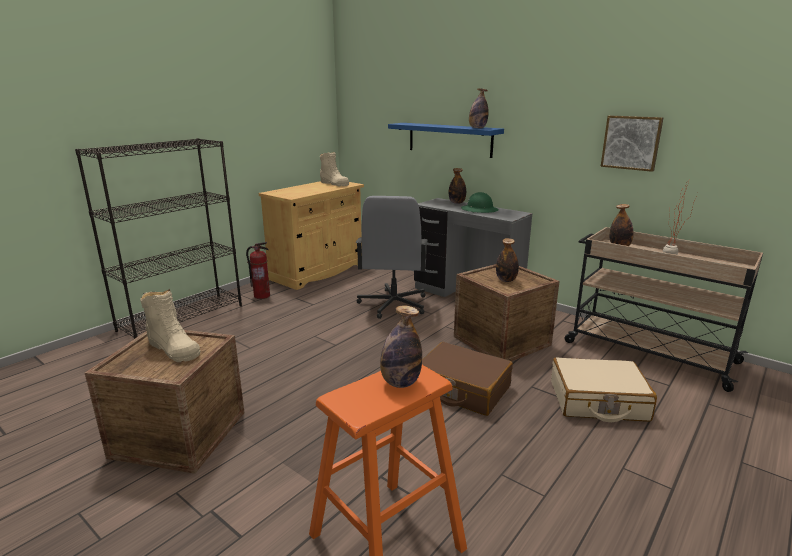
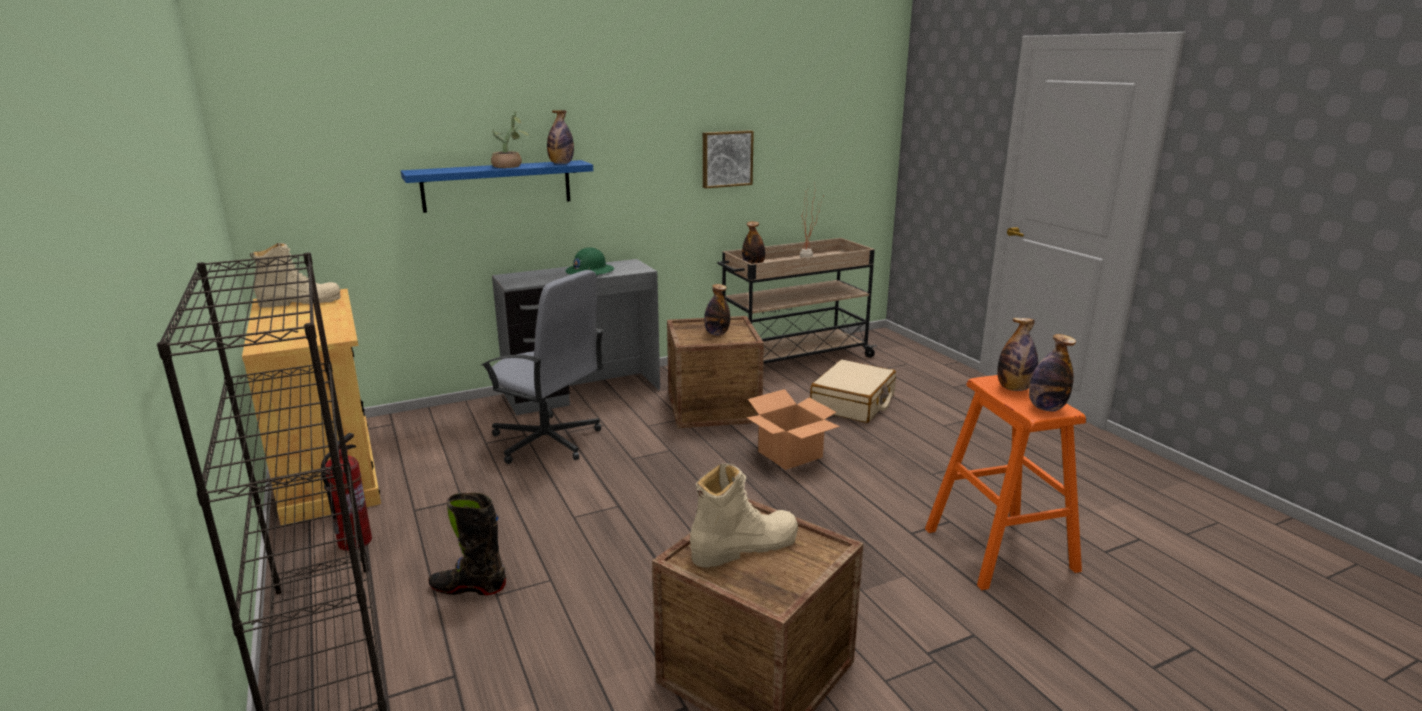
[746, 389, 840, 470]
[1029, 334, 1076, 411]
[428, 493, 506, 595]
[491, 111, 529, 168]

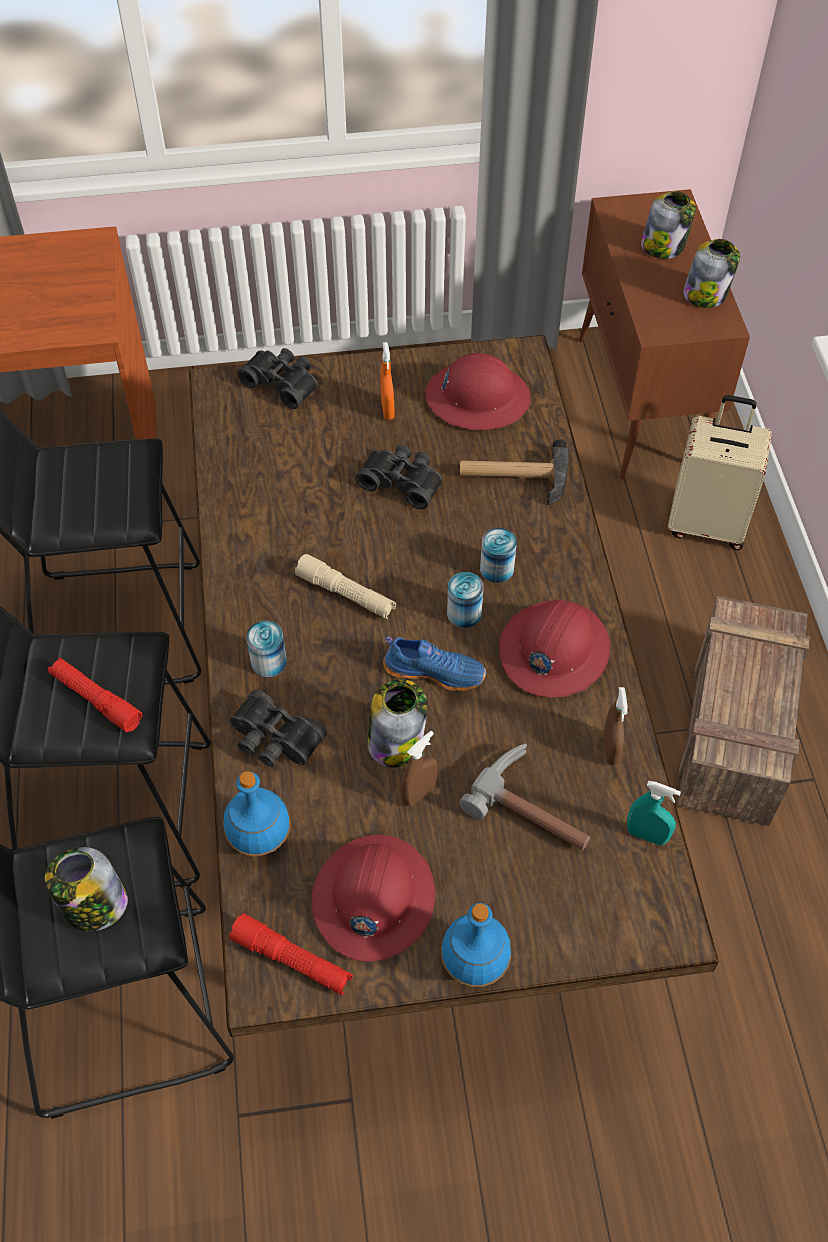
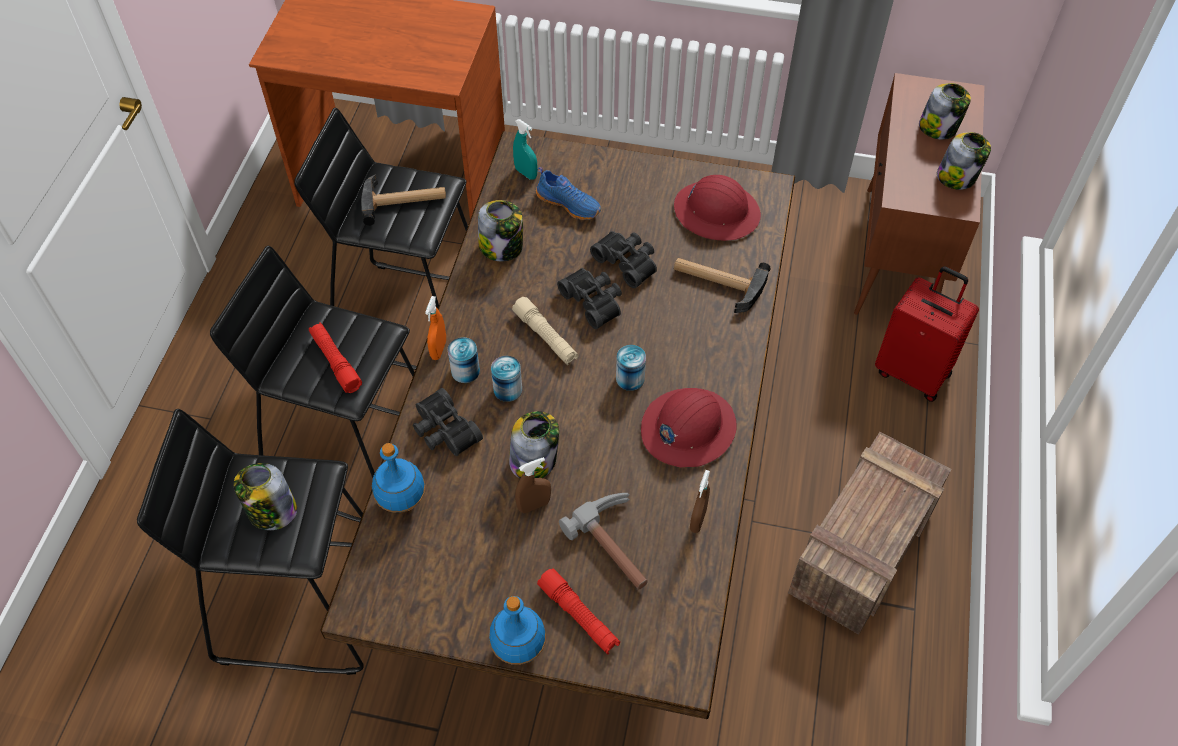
[537, 568, 620, 655]
[557, 268, 622, 329]
[312, 835, 435, 961] (first image)
[425, 296, 446, 360]
[536, 167, 601, 220]
[491, 356, 522, 402]
[513, 119, 537, 180]
[875, 266, 979, 402]
[361, 174, 446, 226]
[478, 200, 523, 261]

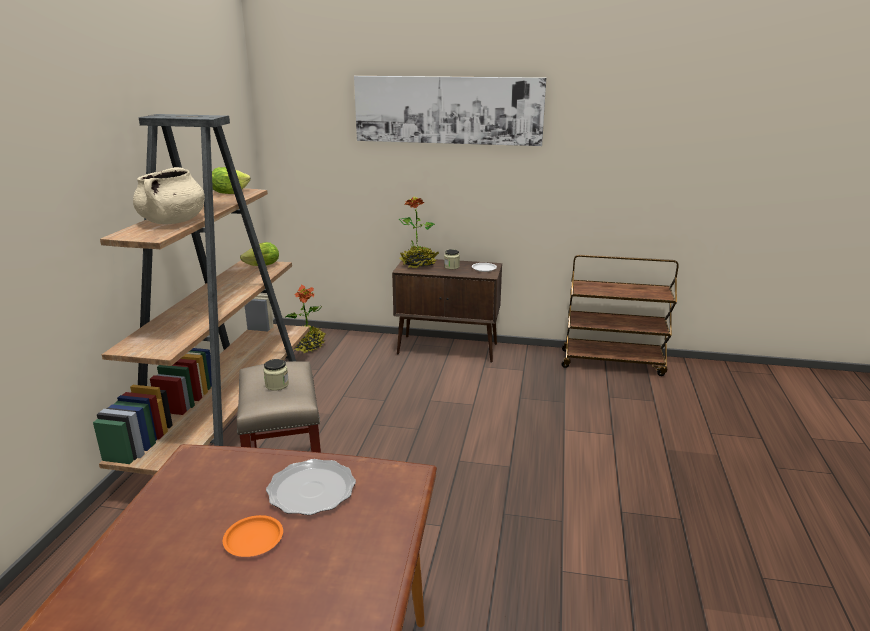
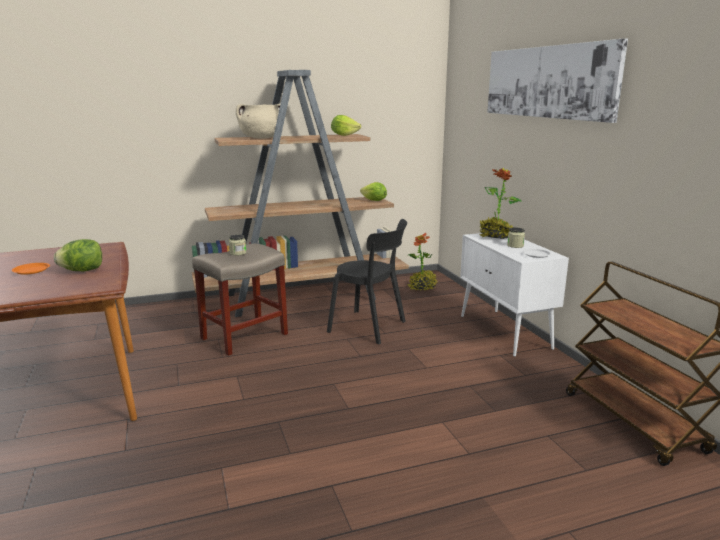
[54, 239, 102, 271]
[460, 233, 569, 357]
[327, 219, 407, 344]

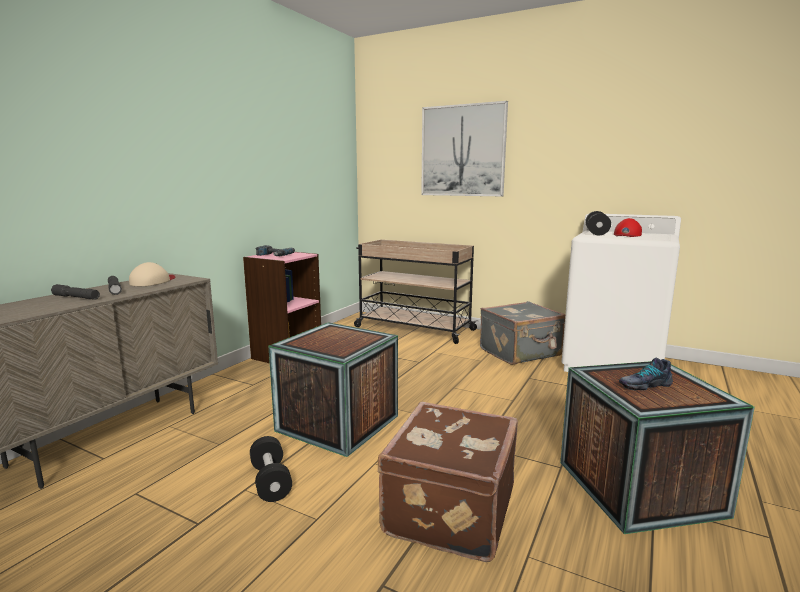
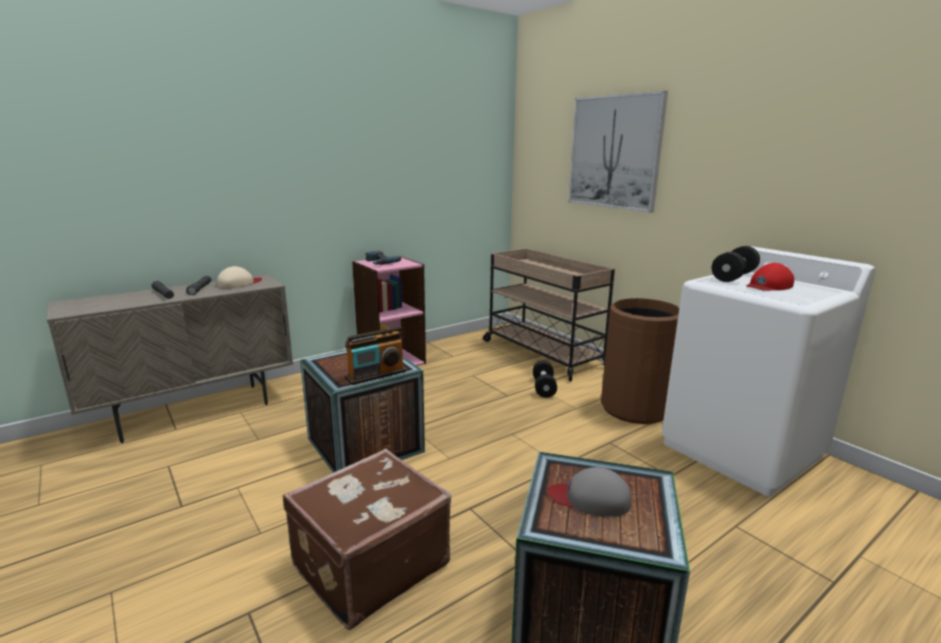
[533, 360, 557, 398]
[601, 298, 679, 424]
[548, 467, 632, 516]
[345, 326, 406, 385]

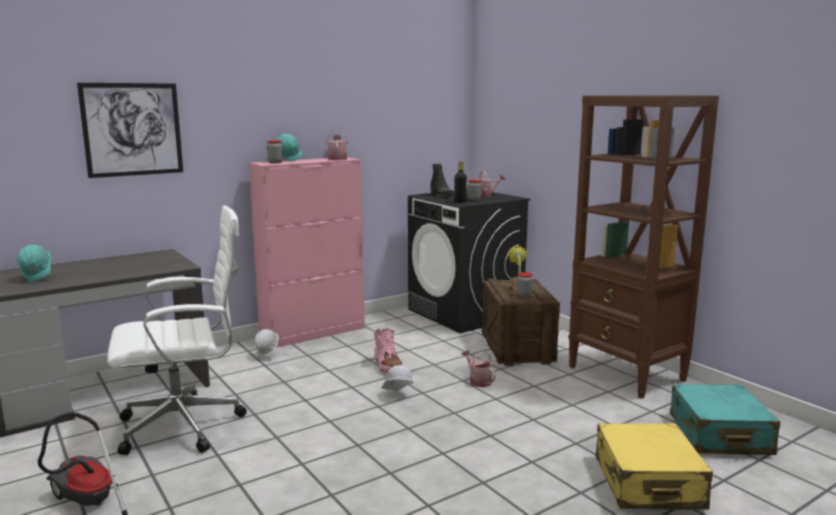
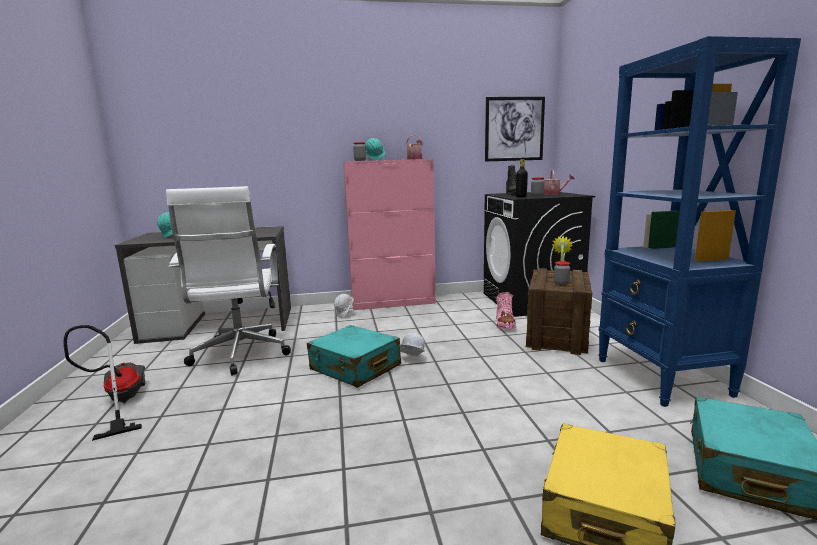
[485, 97, 545, 162]
[166, 186, 291, 376]
[495, 292, 516, 329]
[461, 350, 496, 387] (first image)
[598, 36, 801, 407]
[307, 325, 401, 388]

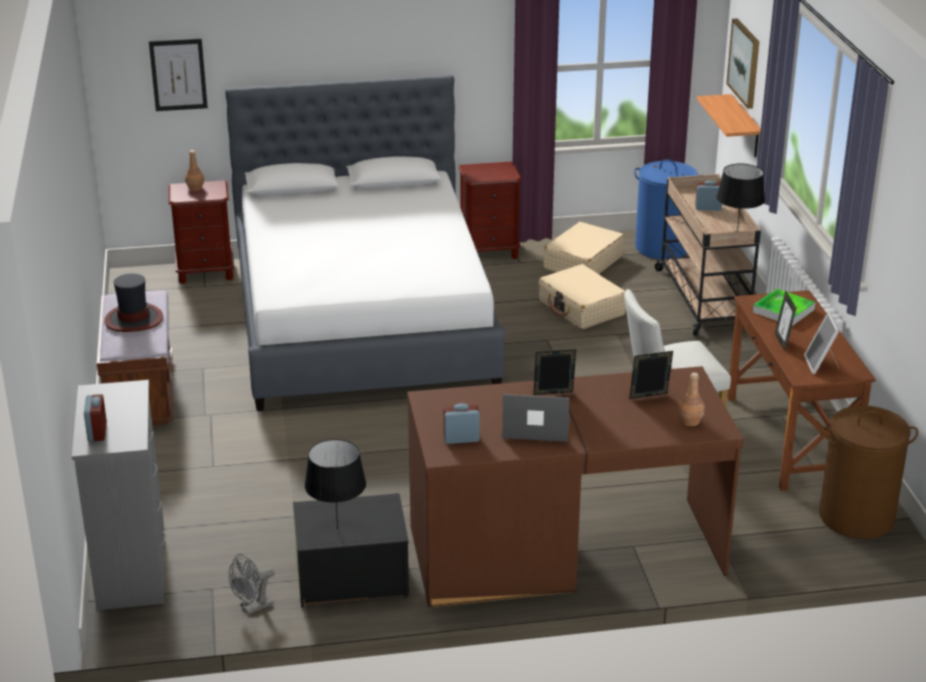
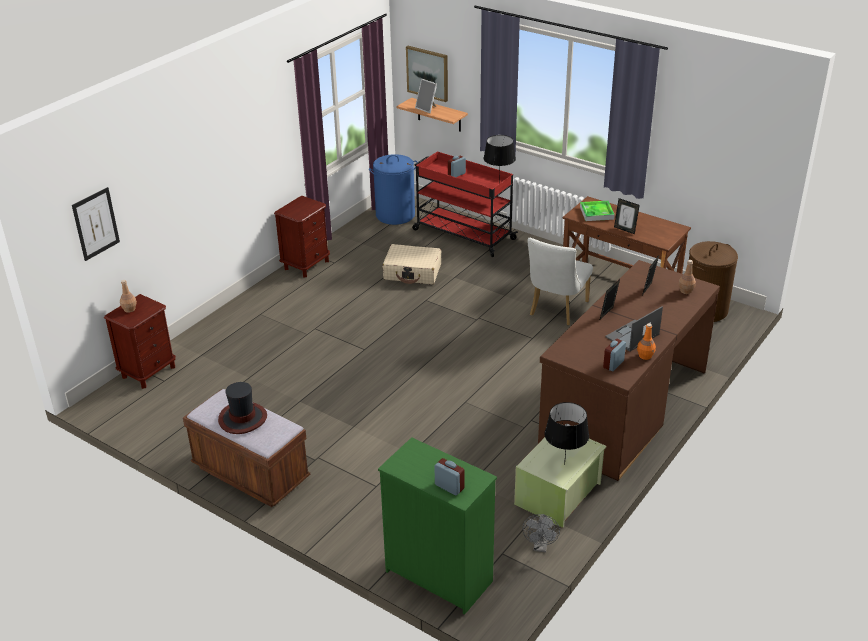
[378, 437, 497, 615]
[225, 75, 505, 411] (first image)
[514, 437, 606, 528]
[544, 222, 624, 274] (first image)
[412, 151, 518, 257]
[415, 79, 437, 113]
[637, 323, 656, 360]

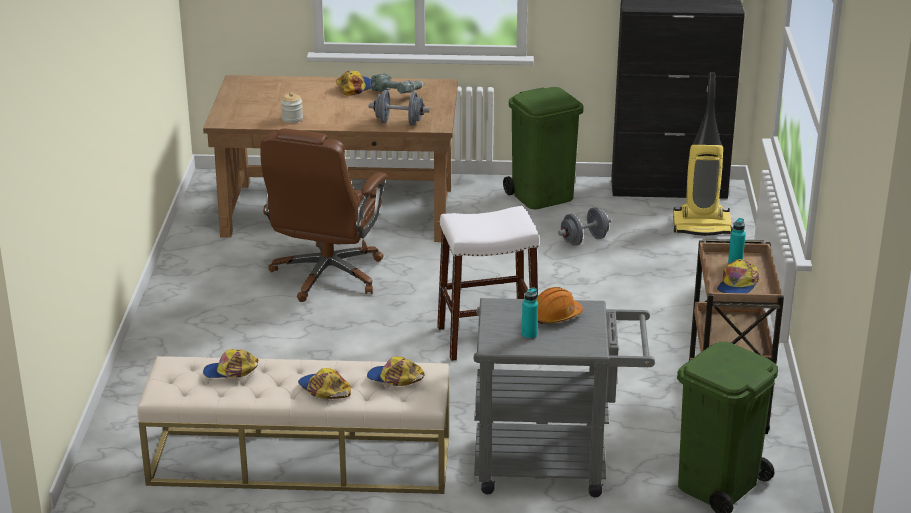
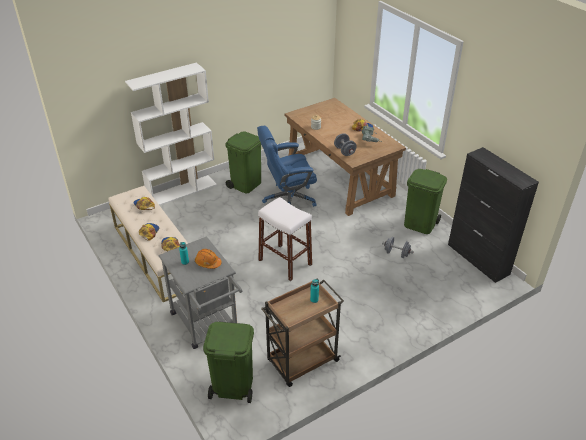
[257, 126, 317, 207]
[673, 72, 733, 236] (first image)
[717, 259, 759, 293] (first image)
[125, 62, 217, 206]
[225, 131, 261, 193]

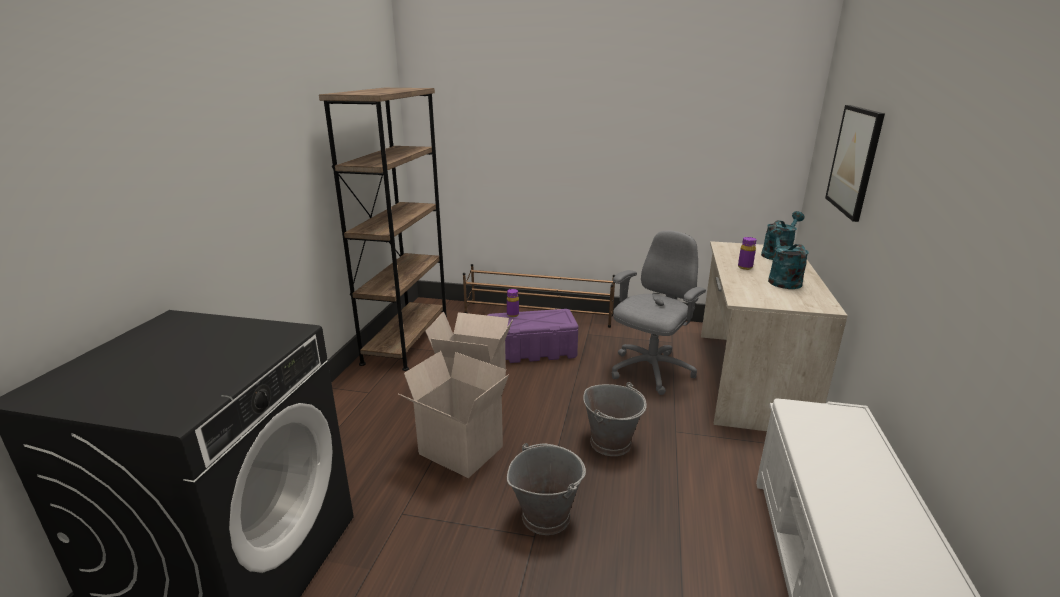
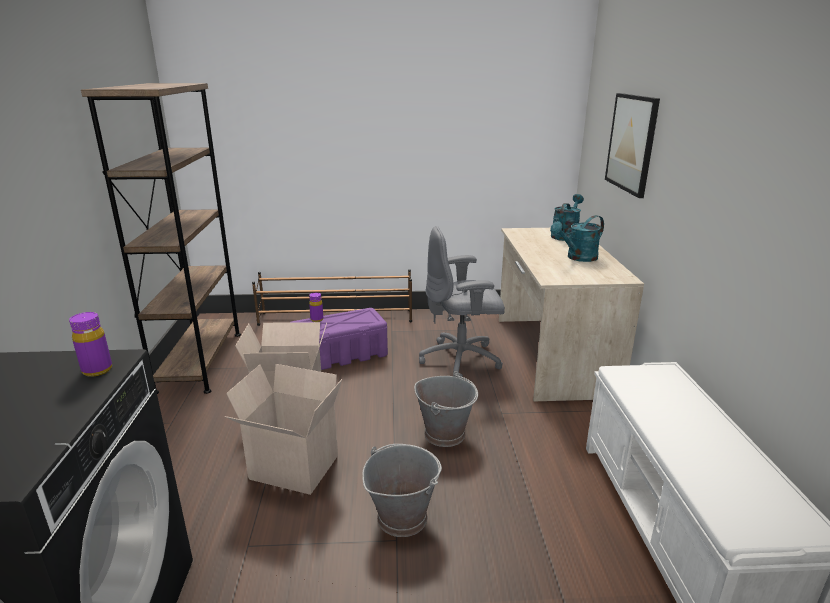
[419, 226, 505, 379]
[69, 312, 112, 377]
[550, 215, 604, 262]

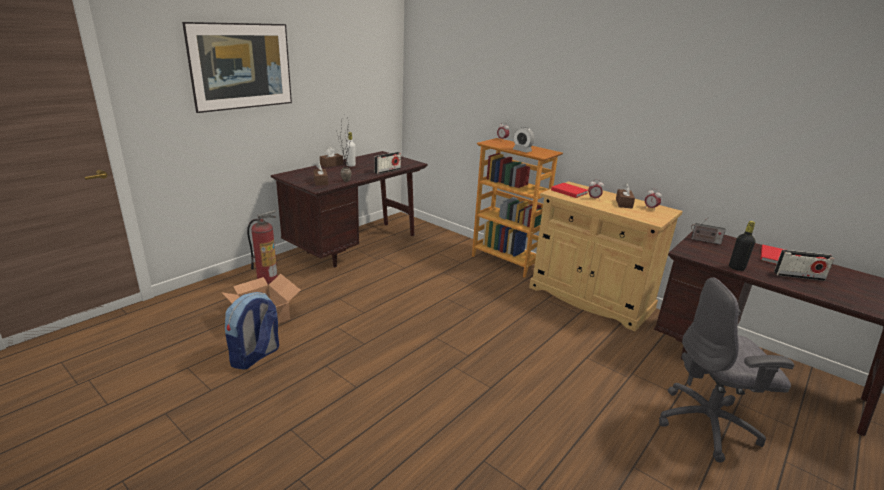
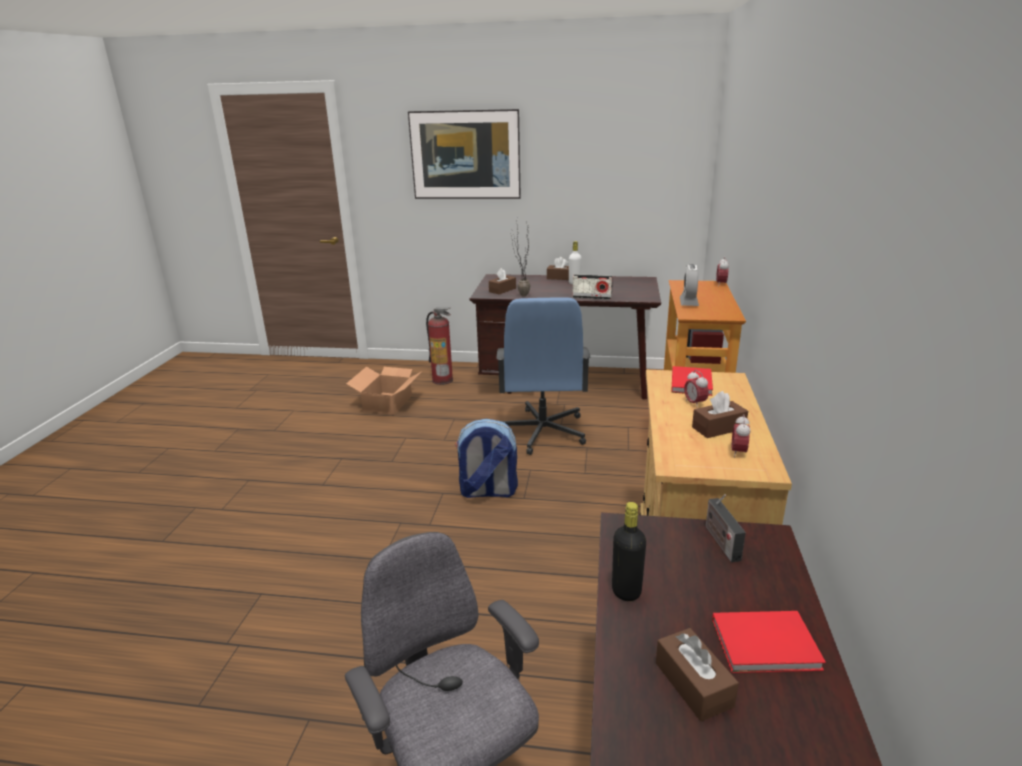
[455, 419, 518, 498]
[656, 628, 739, 721]
[496, 297, 590, 455]

